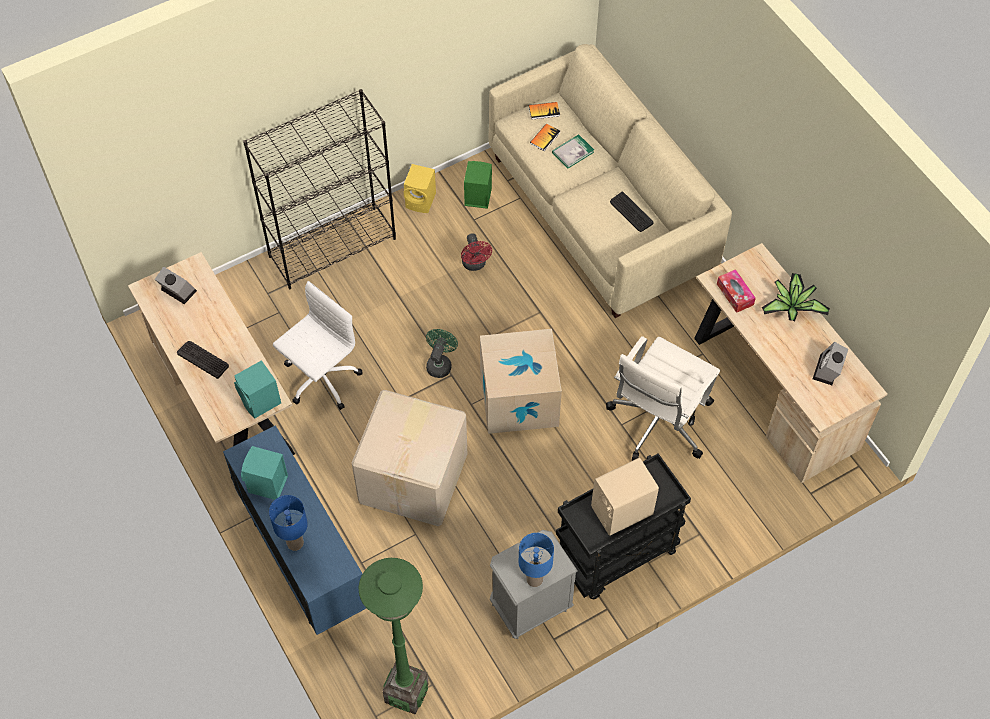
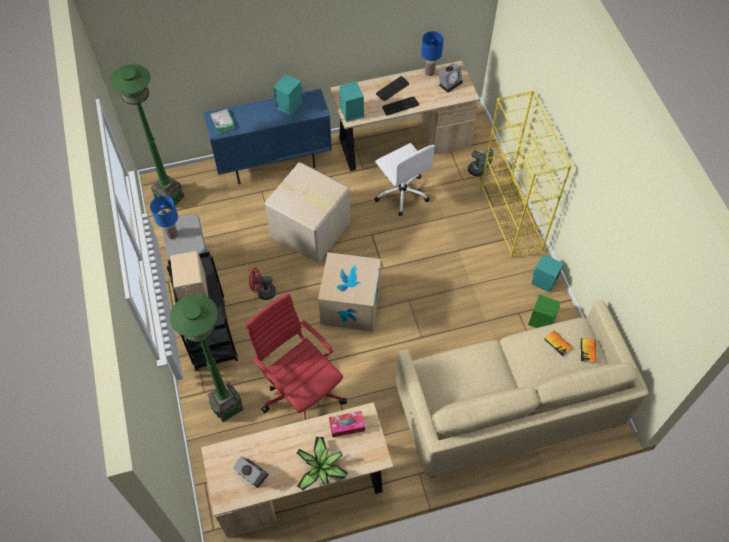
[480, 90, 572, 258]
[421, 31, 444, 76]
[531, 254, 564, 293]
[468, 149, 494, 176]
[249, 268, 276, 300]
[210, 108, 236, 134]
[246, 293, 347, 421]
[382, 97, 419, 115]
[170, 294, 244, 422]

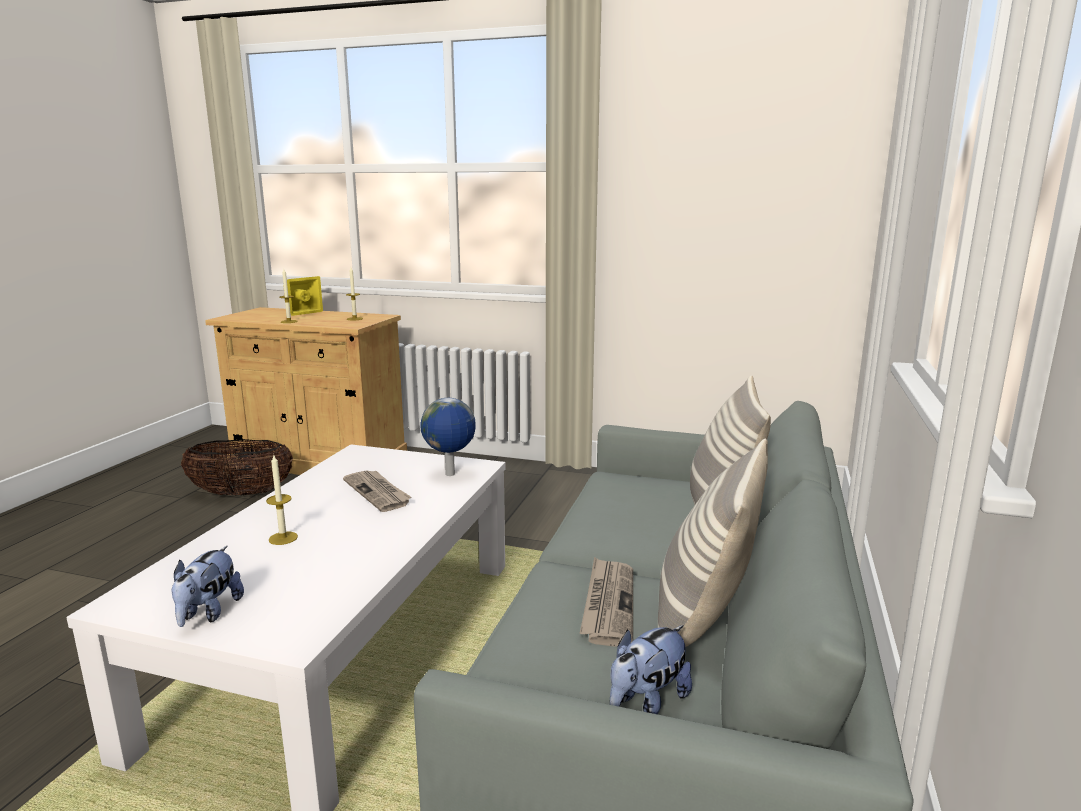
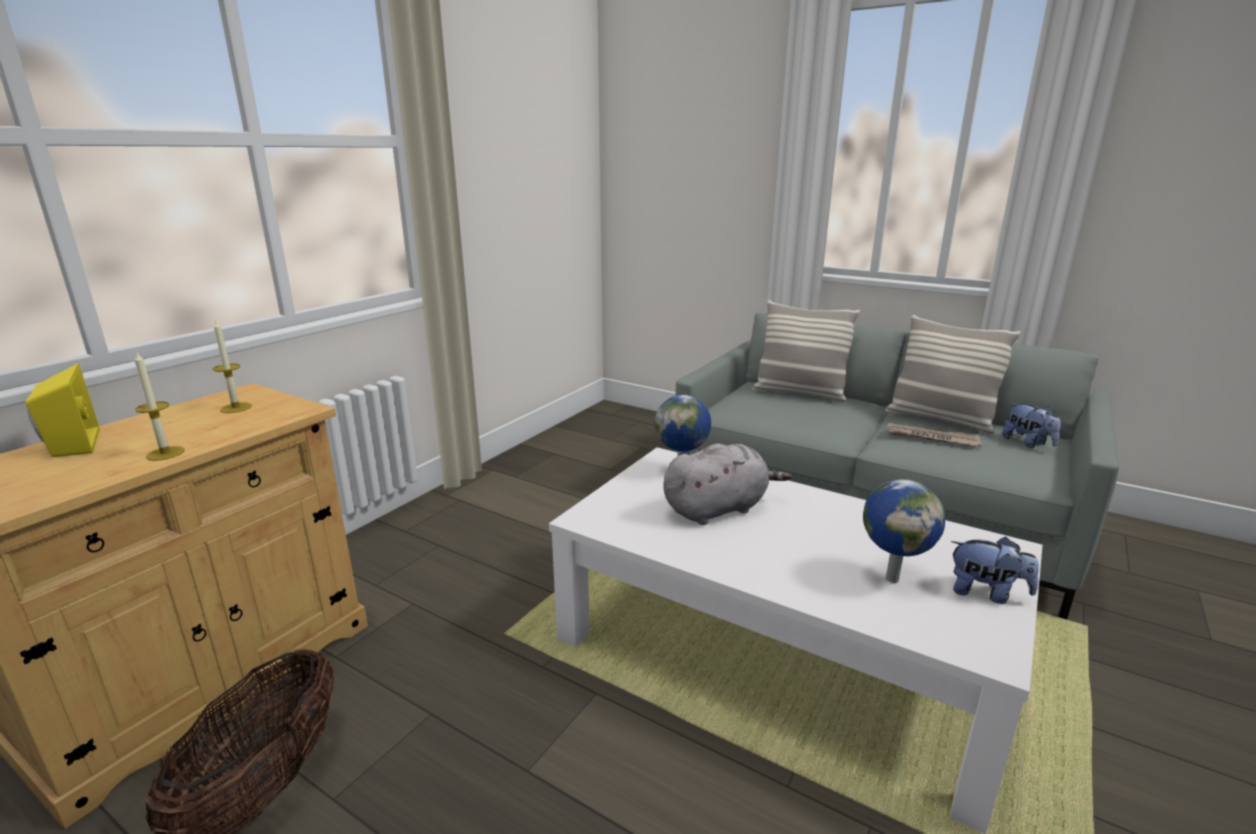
[266, 455, 298, 545] (first image)
[663, 443, 791, 525]
[863, 479, 945, 583]

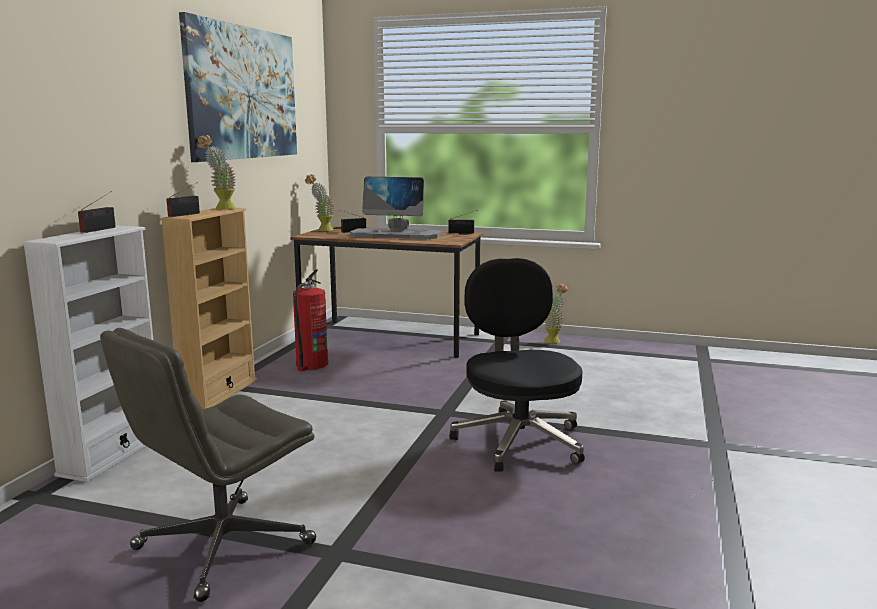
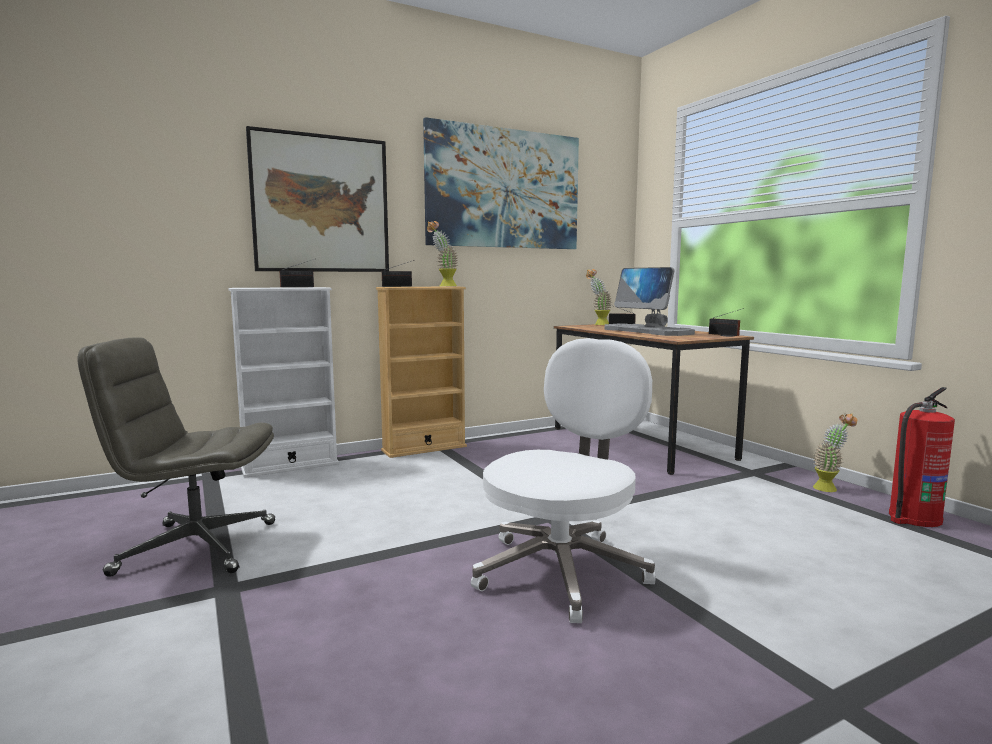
[889, 387, 955, 527]
[471, 338, 655, 623]
[246, 126, 389, 272]

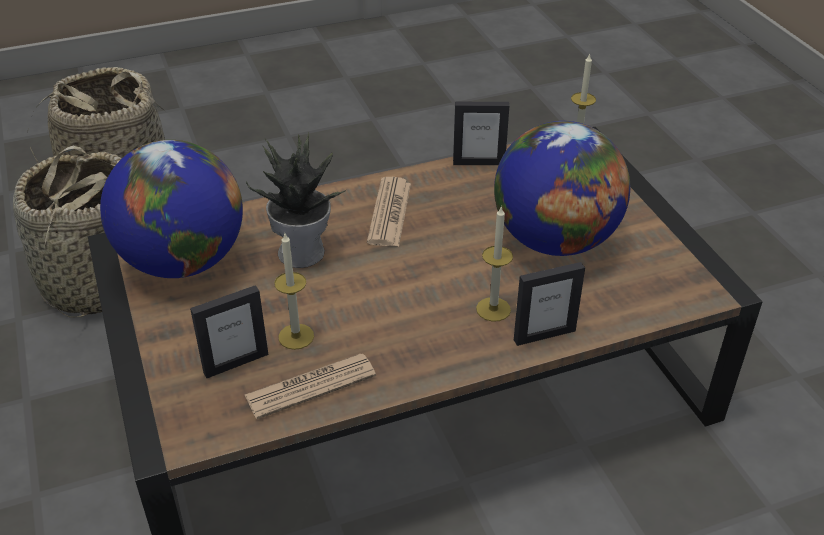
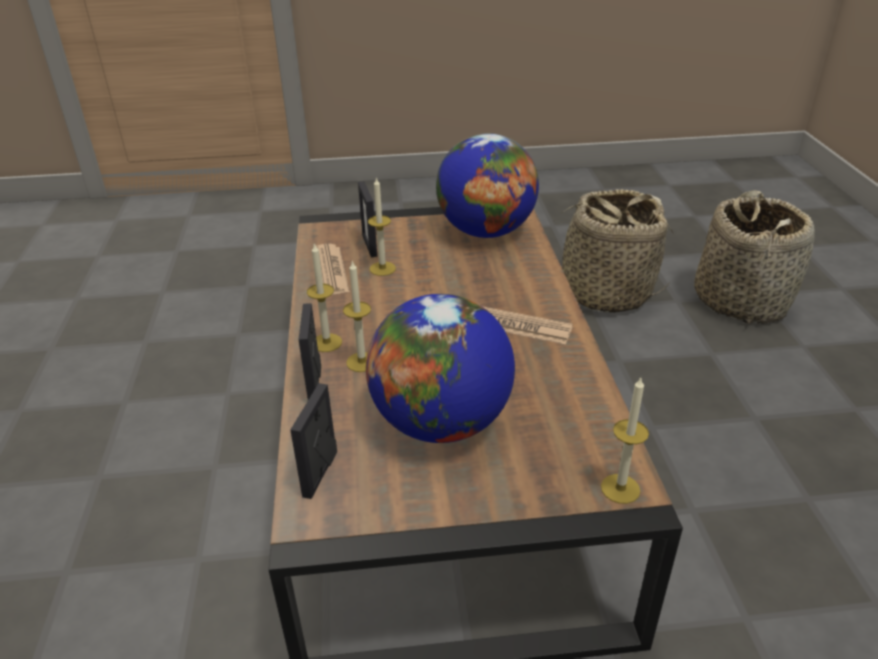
[246, 134, 347, 268] (first image)
[290, 383, 337, 499]
[307, 244, 342, 352]

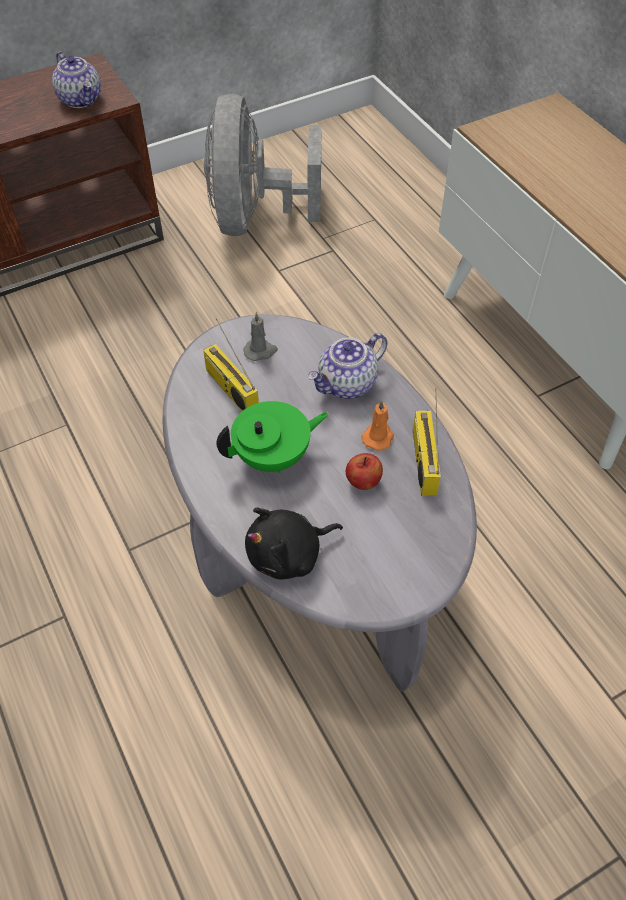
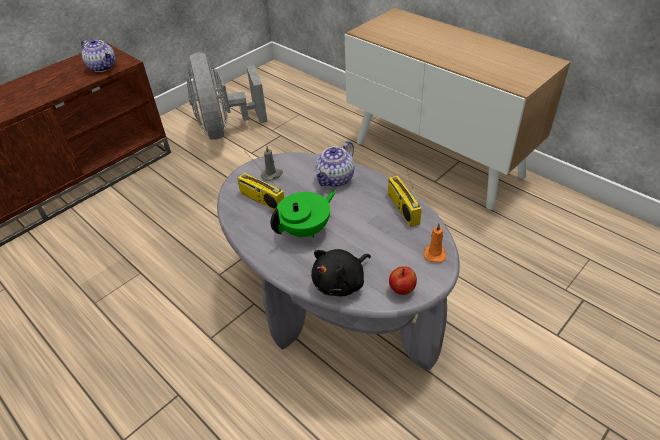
[389, 266, 417, 295]
[424, 223, 446, 263]

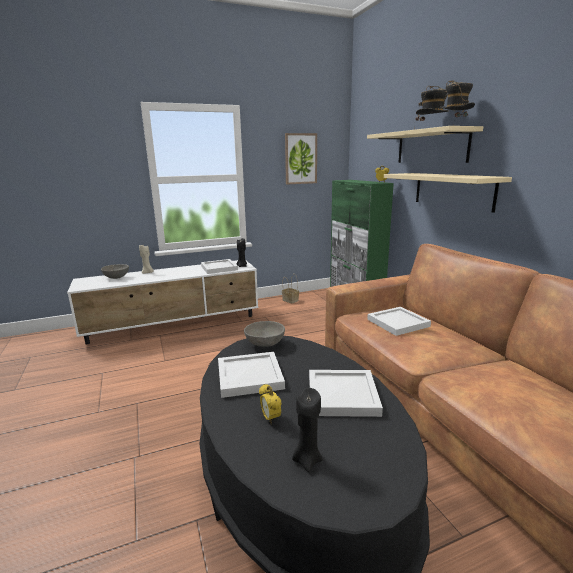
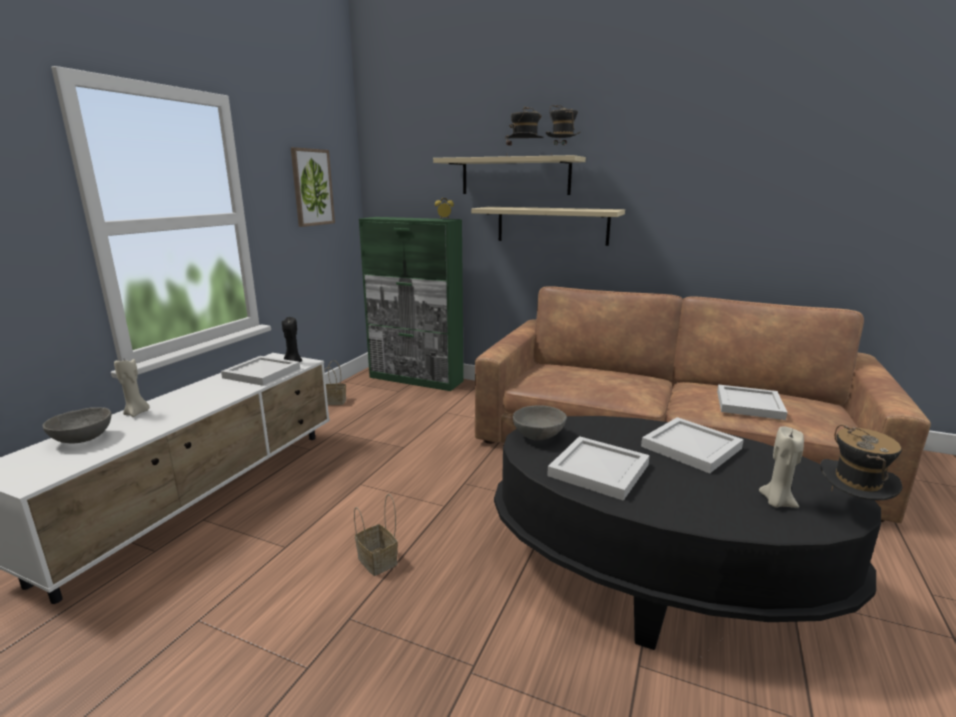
[259, 384, 281, 424] (first image)
[759, 426, 804, 508]
[717, 384, 788, 420]
[354, 494, 398, 576]
[820, 425, 902, 501]

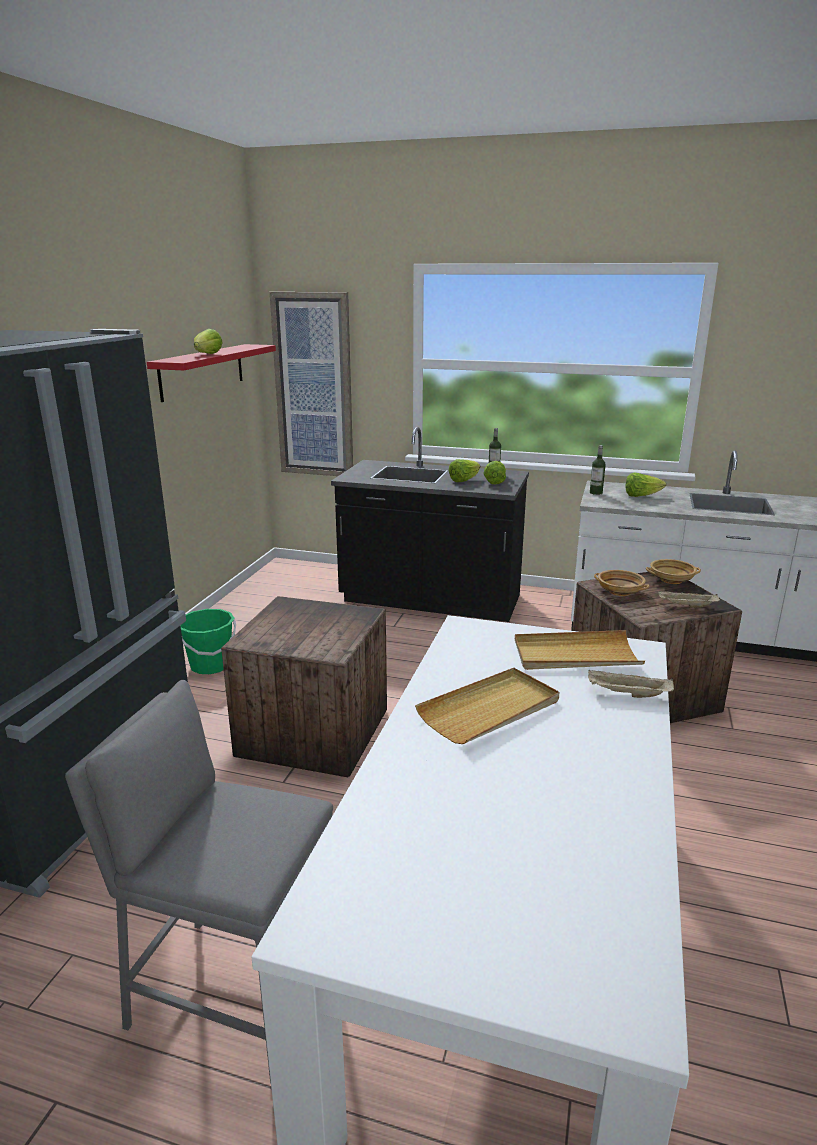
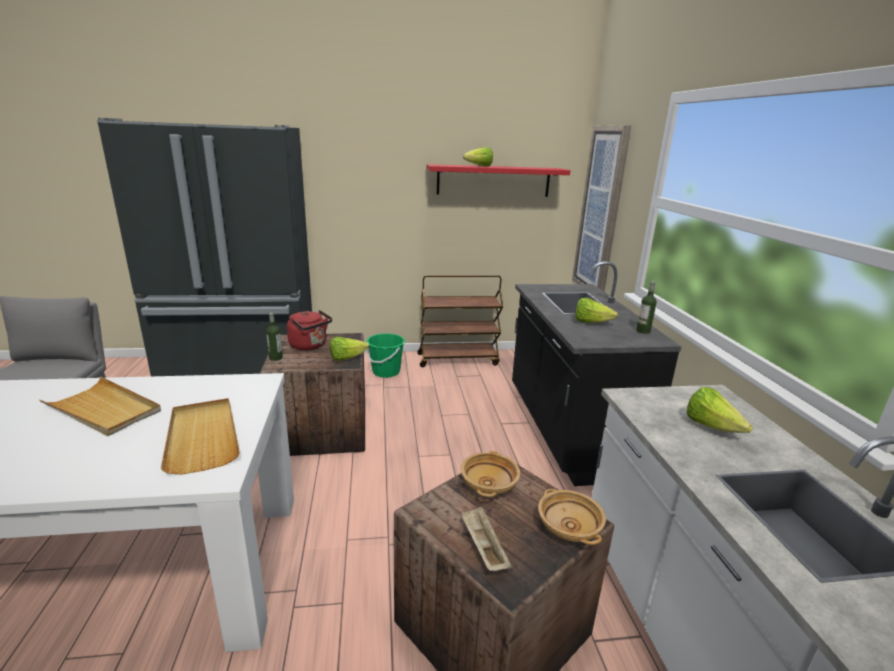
[330, 337, 369, 361]
[588, 669, 674, 698] (first image)
[266, 312, 282, 361]
[287, 310, 332, 350]
[417, 275, 503, 367]

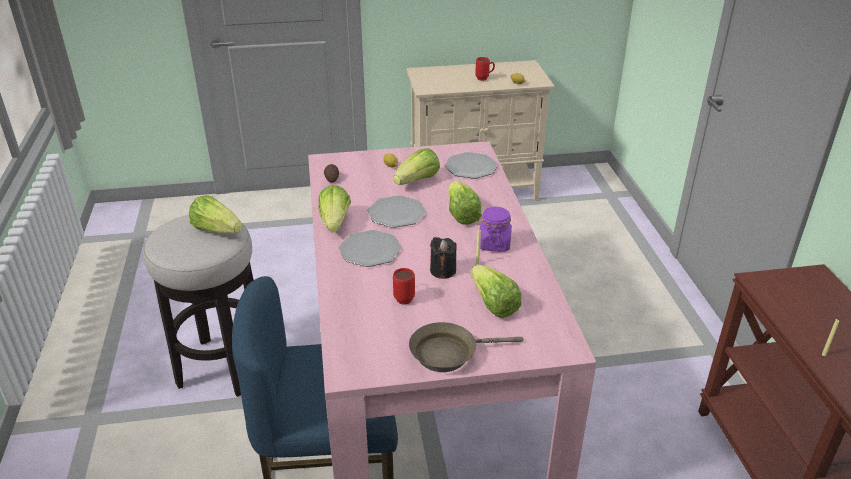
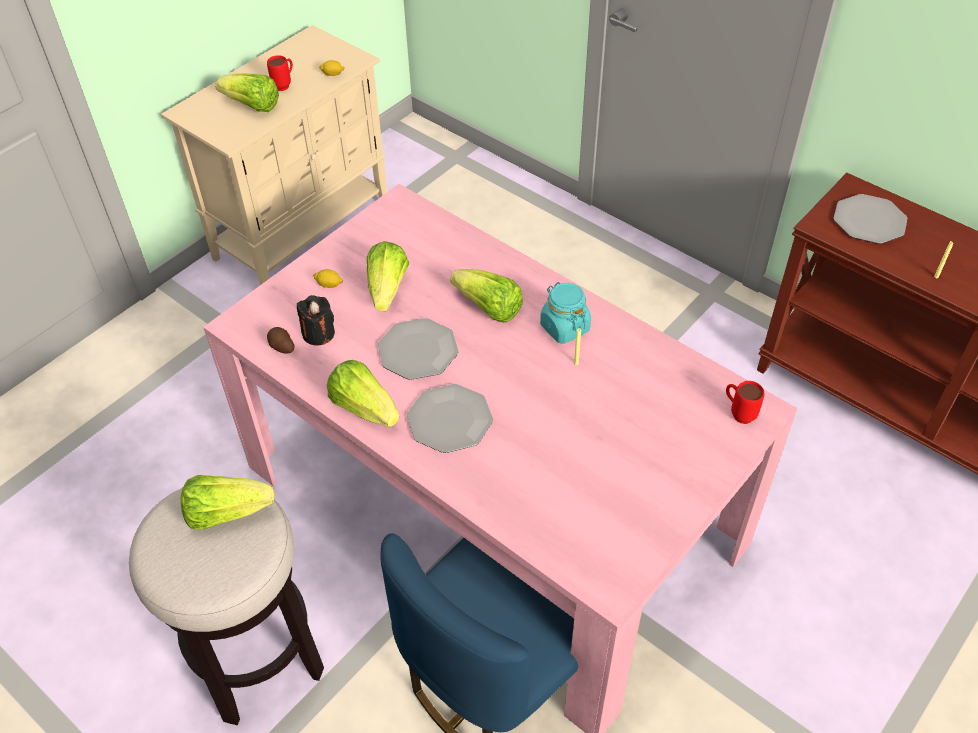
[726, 381, 764, 424]
[409, 322, 523, 372] (first image)
[297, 295, 335, 346]
[833, 194, 907, 244]
[215, 73, 279, 112]
[540, 282, 591, 344]

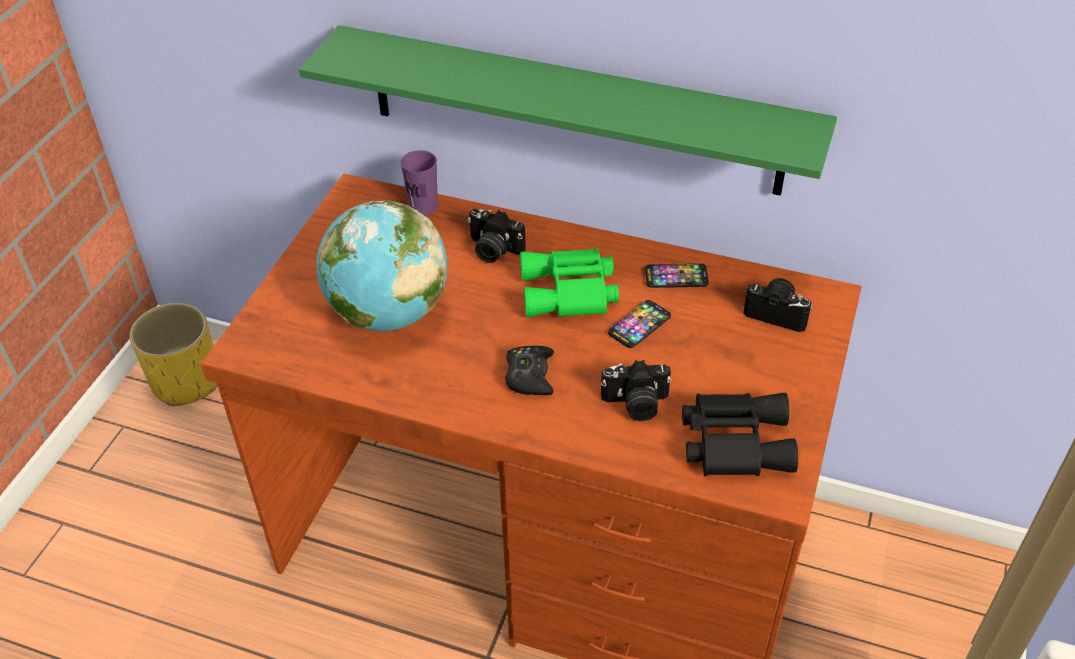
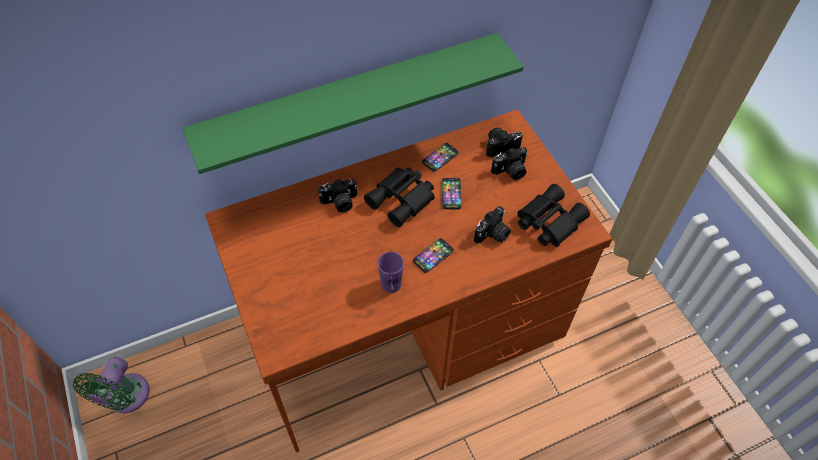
[73, 357, 150, 413]
[316, 200, 447, 331] (first image)
[378, 252, 404, 293]
[413, 238, 454, 273]
[364, 167, 435, 228]
[491, 147, 528, 180]

